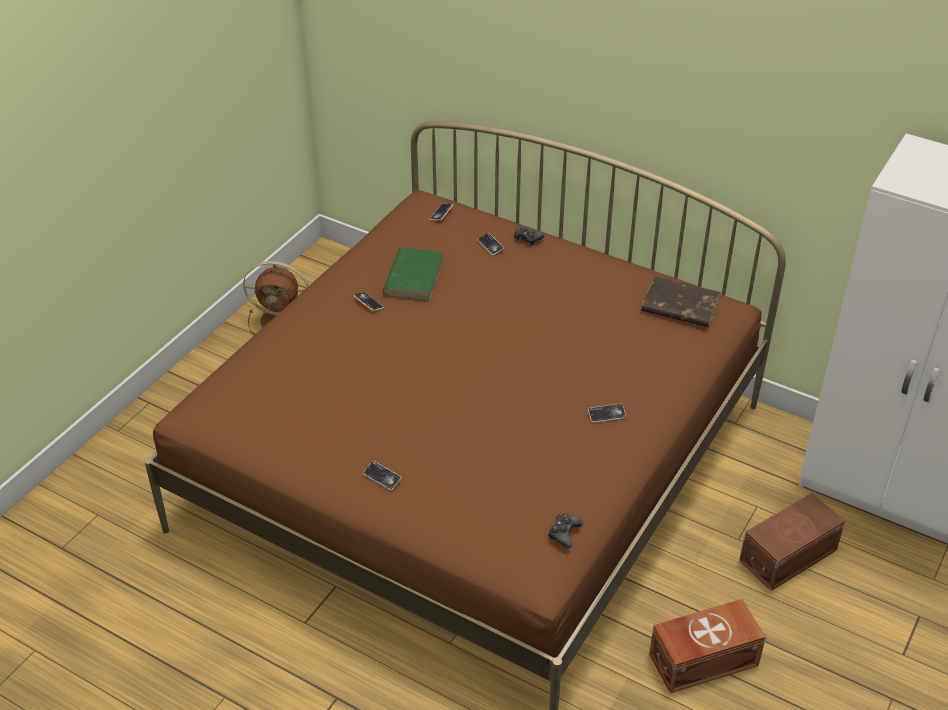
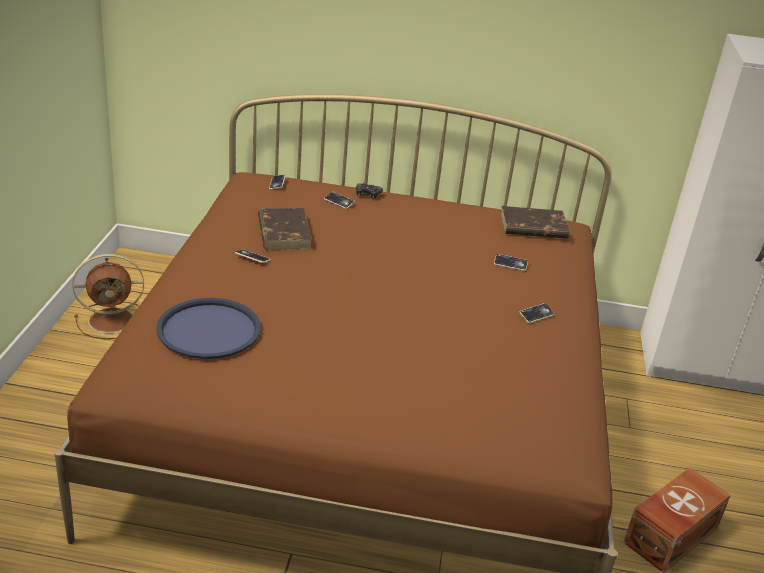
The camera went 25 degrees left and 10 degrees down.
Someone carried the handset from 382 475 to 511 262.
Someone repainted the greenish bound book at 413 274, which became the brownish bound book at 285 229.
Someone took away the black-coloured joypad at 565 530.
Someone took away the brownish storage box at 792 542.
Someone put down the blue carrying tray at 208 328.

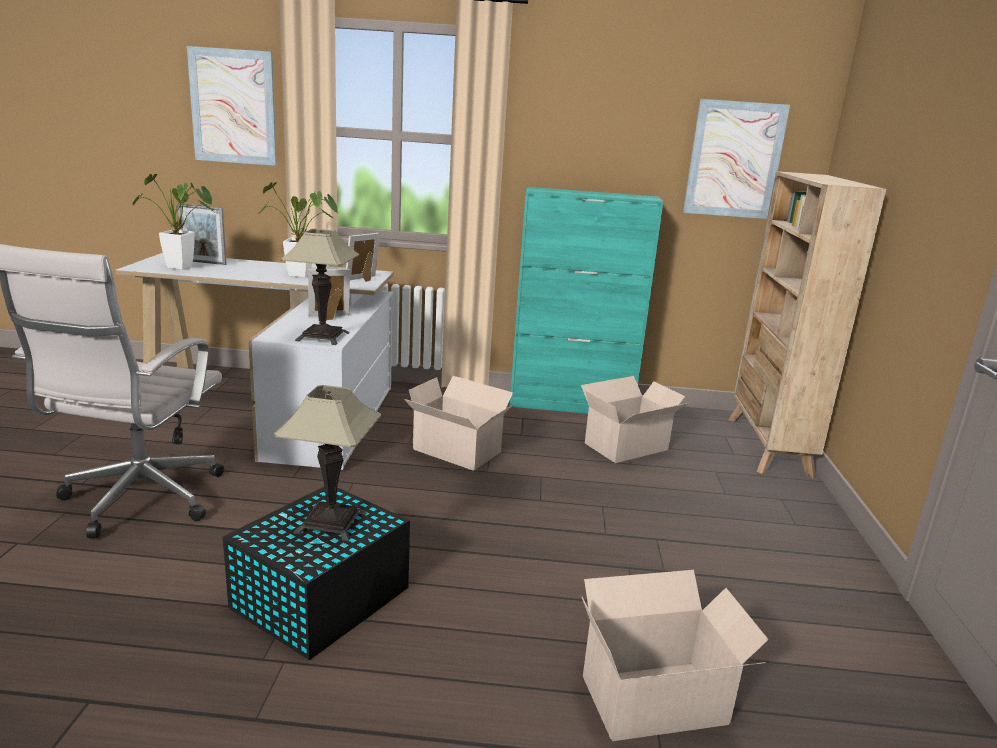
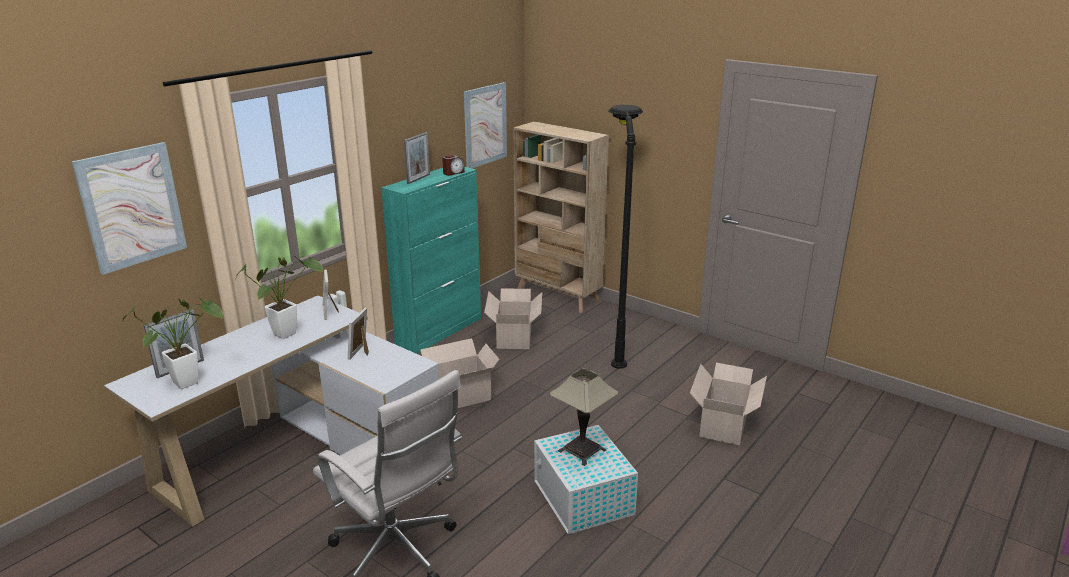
The camera went 55 degrees left and 5 degrees up.
Someone repainted the black-coloured storage box at 316 573, which became the whitish storage box at 586 479.
Someone took away the lamp for a table at 320 287.
Someone put down the standing frame at 417 158.
Someone put down the table clock at 453 165.
Someone put down the black-coloured standard lamp at 626 237.

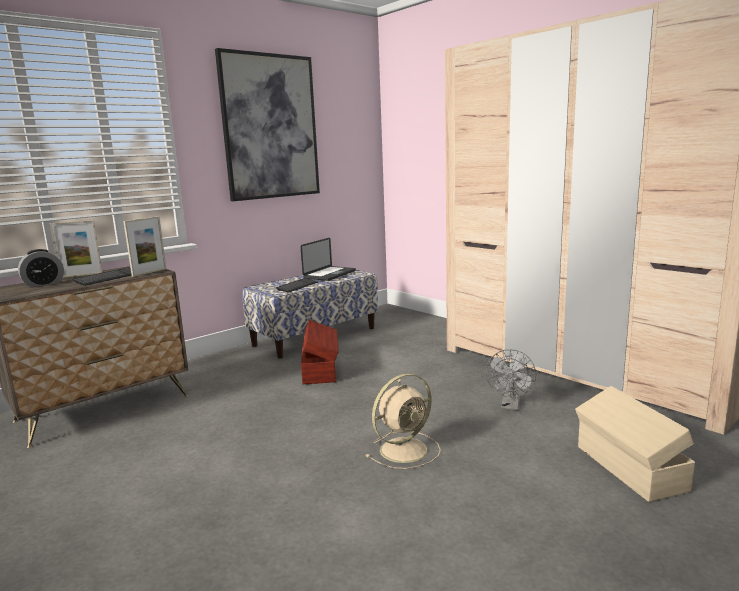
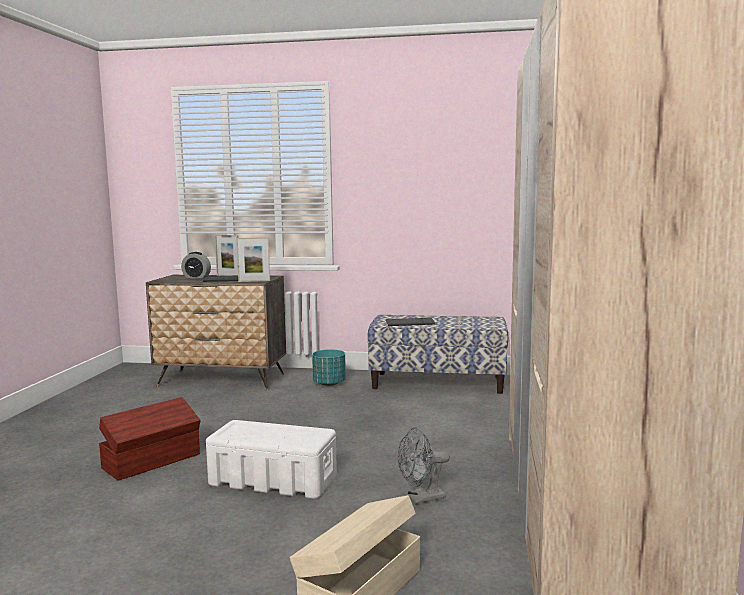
The camera went 50 degrees right and 5 degrees down.
Someone took away the wall picture at 267 124.
Someone took away the portable computer at 328 259.
Someone carried the brownish storage box from 320 352 to 149 439.
Someone swapped the sand-coloured cooling fan at 403 421 for the whitish storage box at 271 459.
Someone put down the turquoise-coloured planter at 329 367.

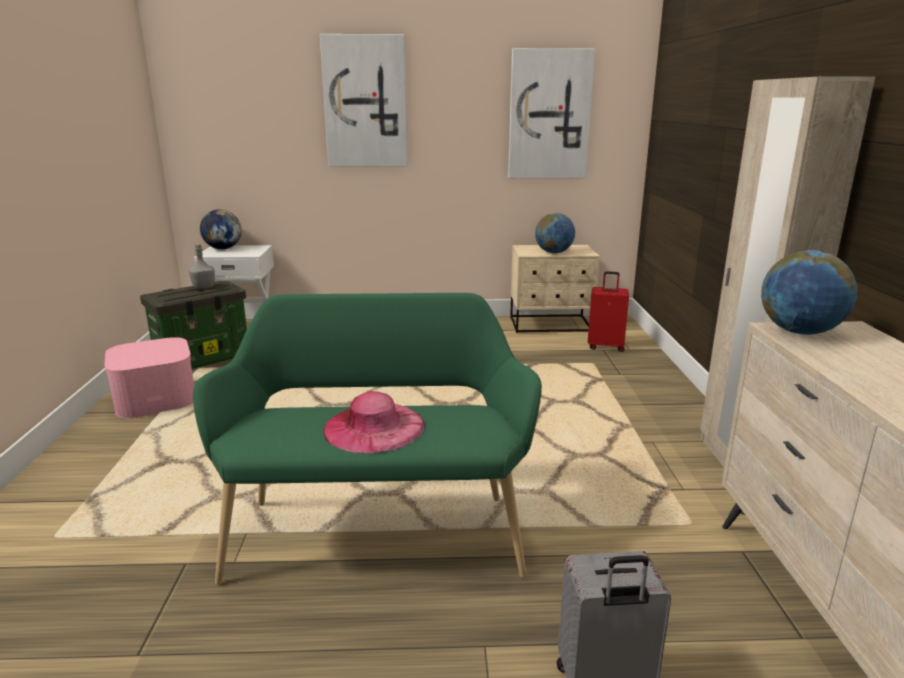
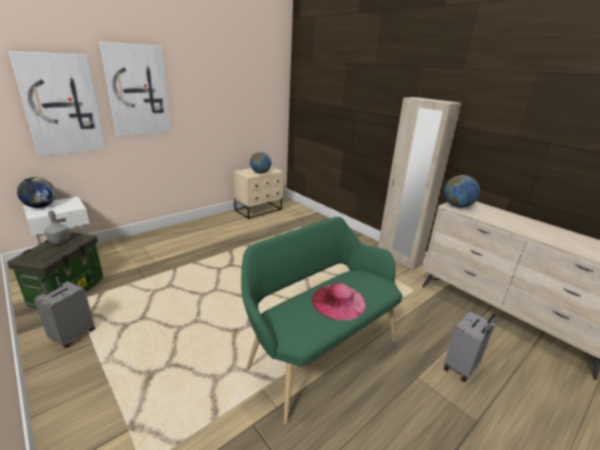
The camera went 40 degrees left and 5 degrees up.
Someone swapped the pink-coloured storage box at 149 378 for the grey suitcase at 64 310.
Someone carried the wall picture from 551 113 to 57 103.
Someone took away the red-coloured suitcase at 608 311.

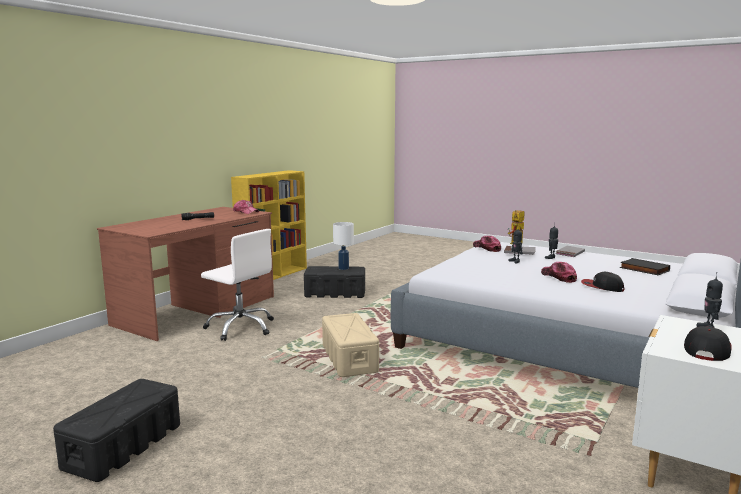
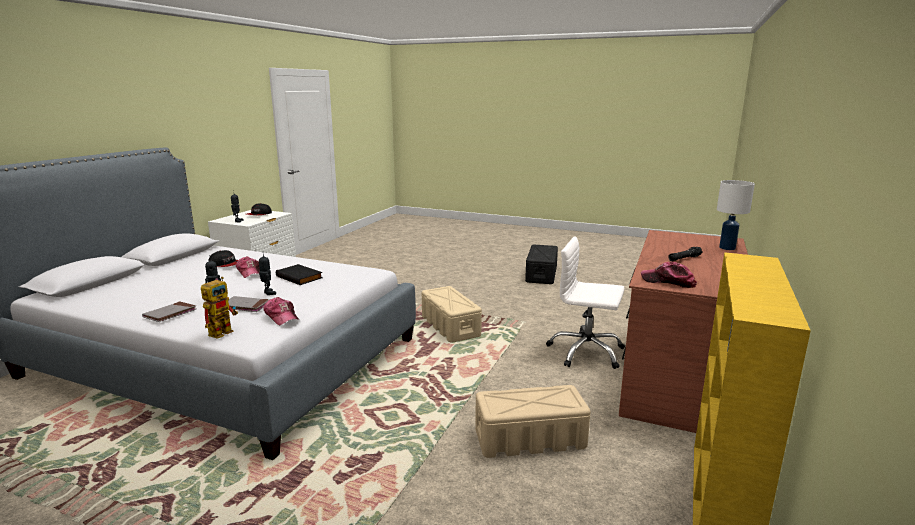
The camera went 170 degrees right and 5 degrees up.
Someone repainted the black-coloured storage box at 334 282, which became the sand-coloured storage box at 533 421.
Someone carried the whitish lamp for a table from 343 246 to 736 215.
Someone carried the black-coloured bound book from 645 266 to 299 274.

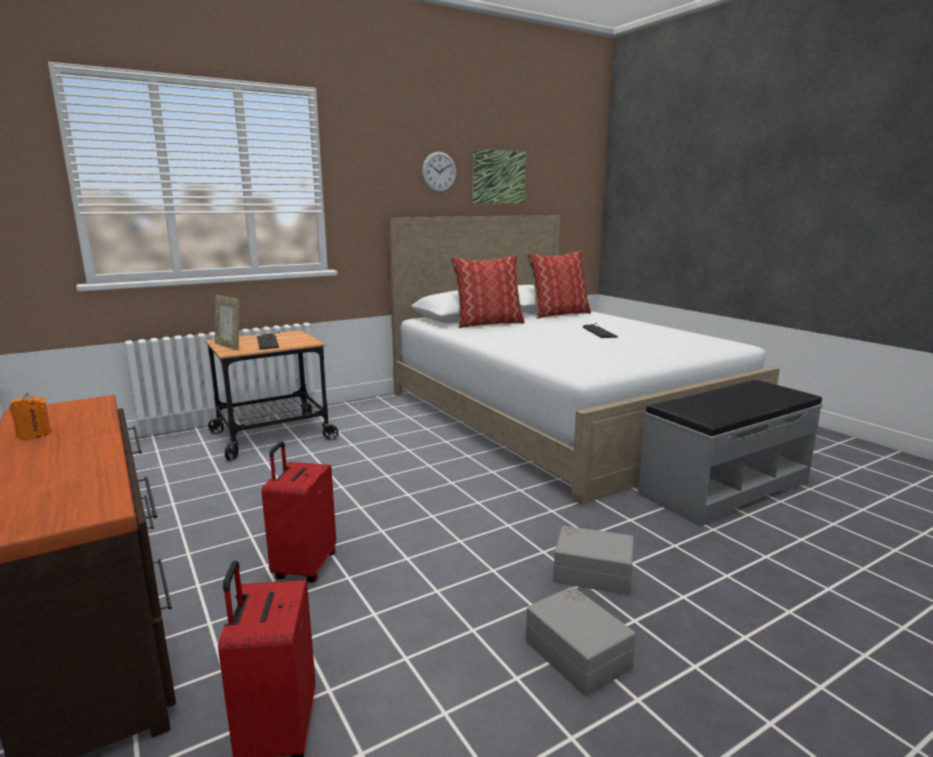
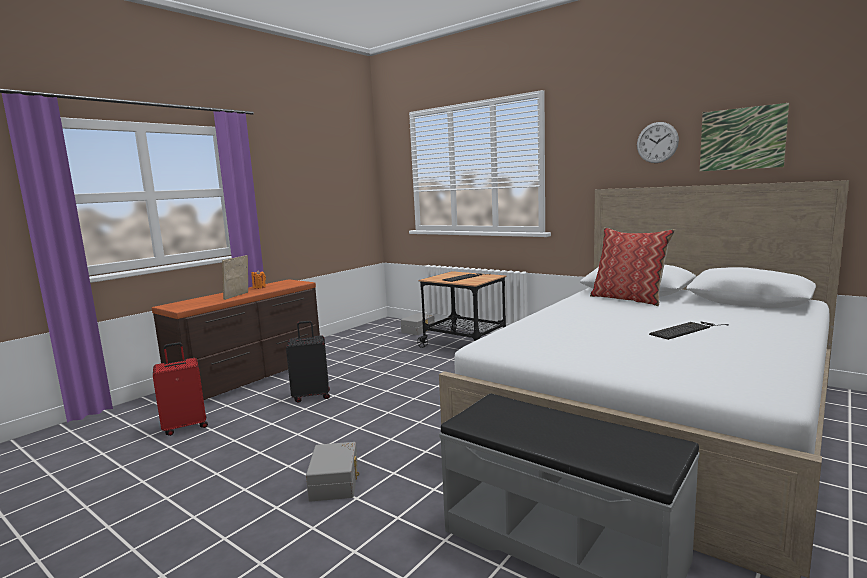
The camera went 70 degrees right and 5 degrees down.
Someone carried the standing frame from 227 322 to 235 277.
Someone repainted the red-coloured suitcase at 298 511, which became the black-coloured suitcase at 308 362.
Someone took away the pillow at 558 284.
Someone carried the grey storage box from 581 641 to 418 324.

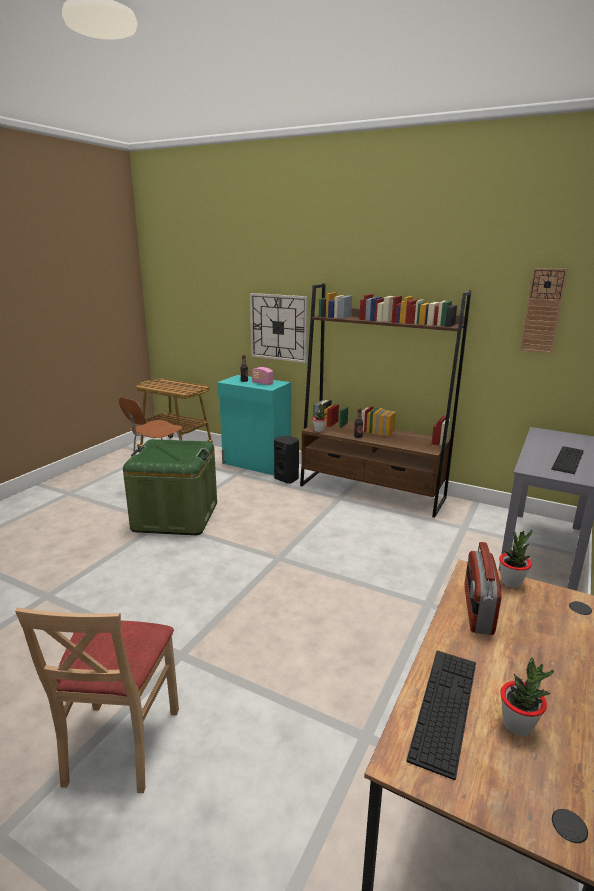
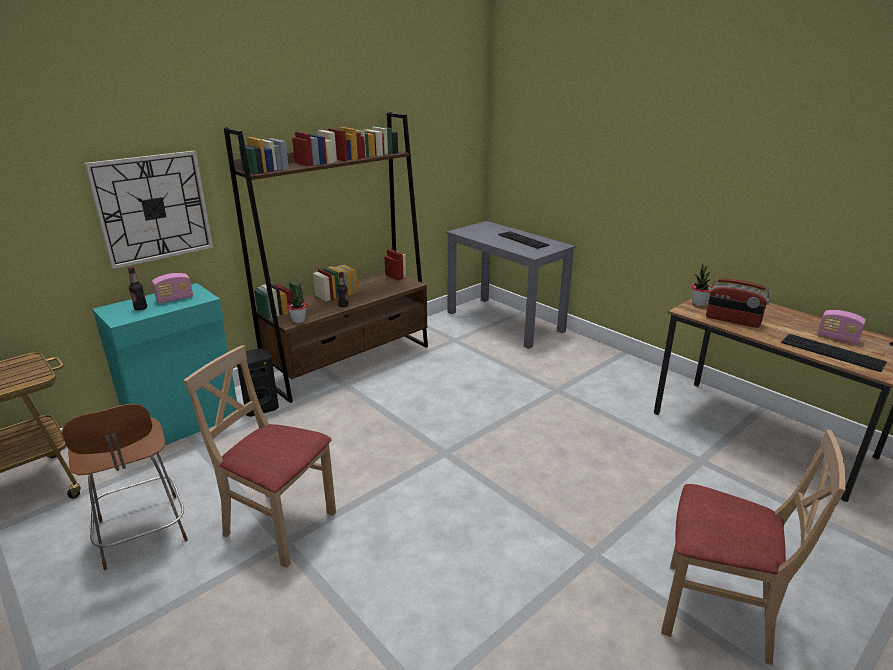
The camera went 70 degrees left and 5 degrees up.
Someone swapped the greenish storage box at 170 487 for the sand-coloured chair at 259 456.
Someone swapped the potted plant at 527 696 for the radio receiver at 841 327.
Someone took away the wall clock at 544 310.

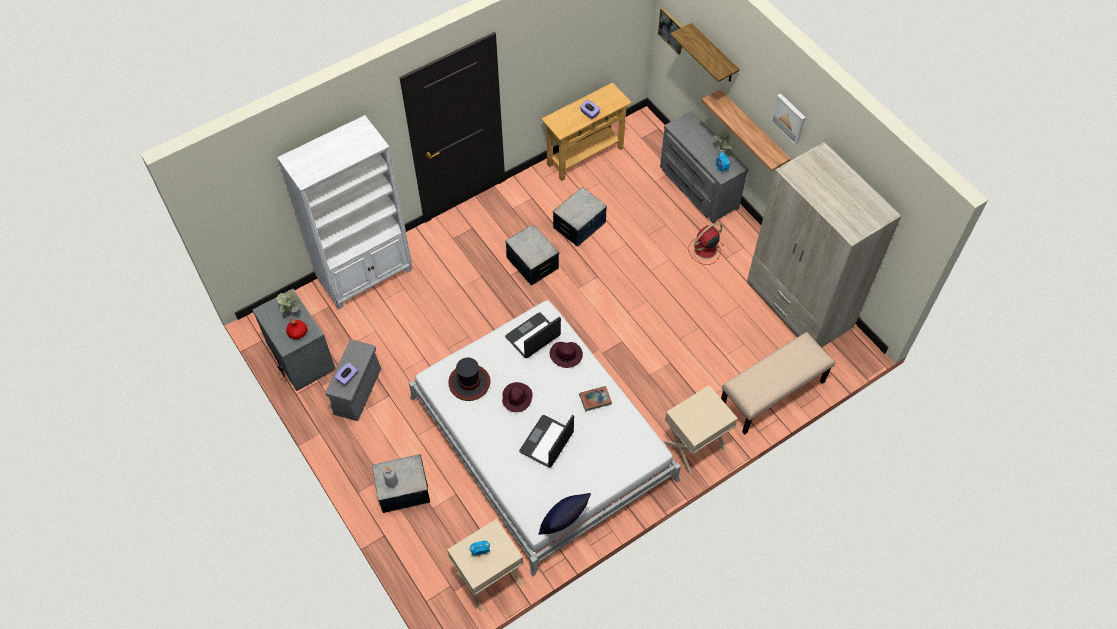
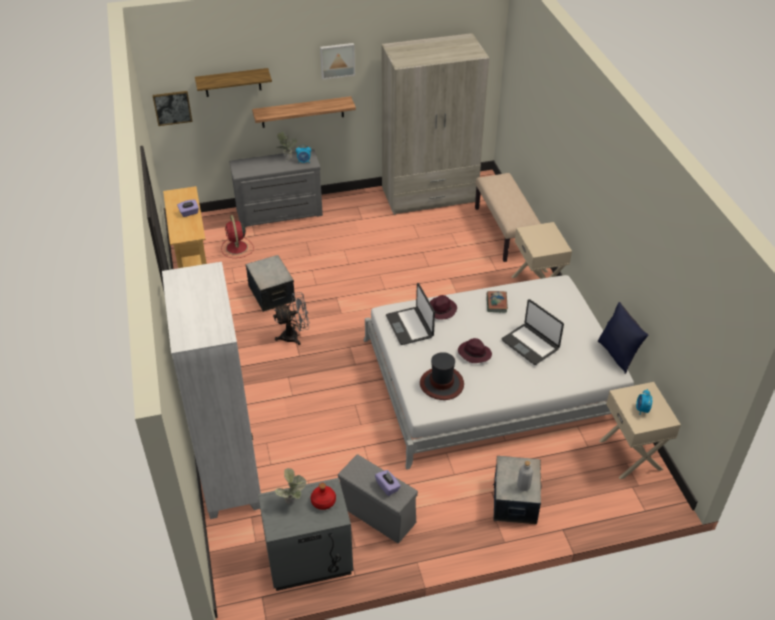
The camera went 70 degrees left and 15 degrees down.
Someone swapped the storage box at 532 255 for the grey cooling fan at 291 318.
Someone carried the red-coloured cooling fan from 706 244 to 237 236.

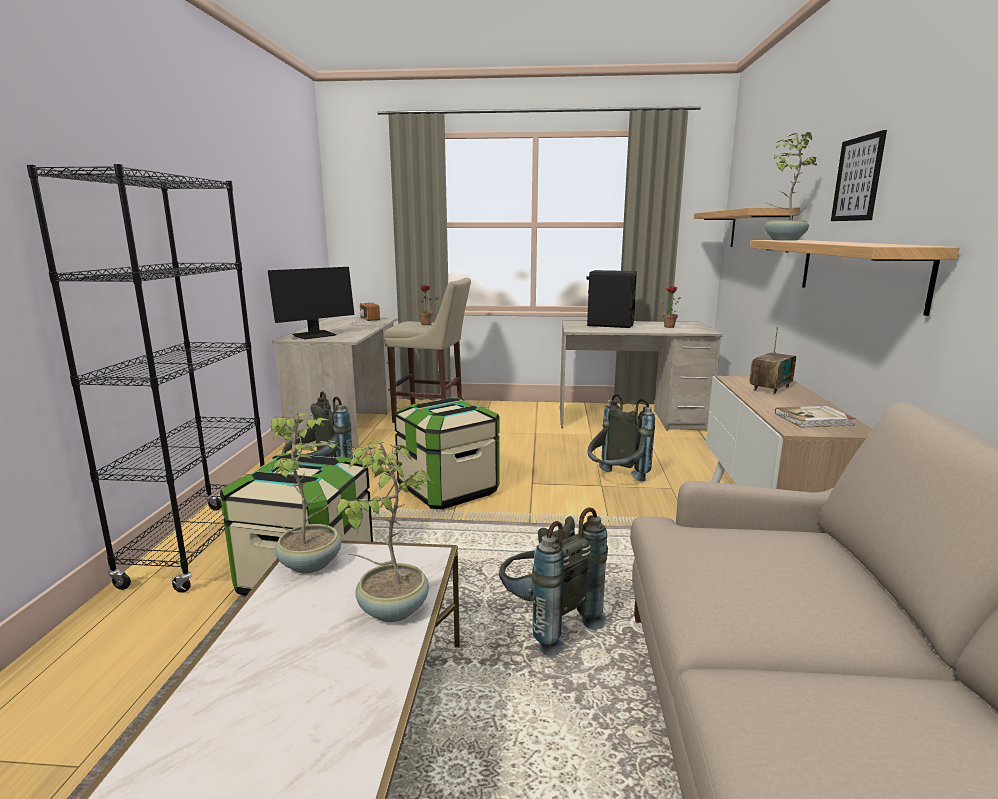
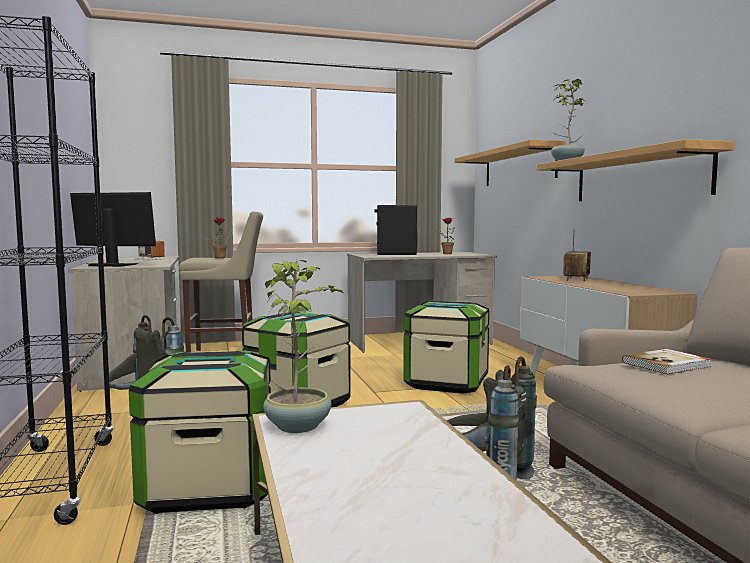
The camera went 20 degrees left and 10 degrees down.
Someone rotated the computer display at 311 303 by 105 degrees counterclockwise.
Someone took away the potted plant at 385 531.
Someone swapped the grey rucksack at 621 438 for the storage box at 446 347.
Someone carried the bound book from 815 417 to 667 362.
Someone took away the wall picture at 859 175.

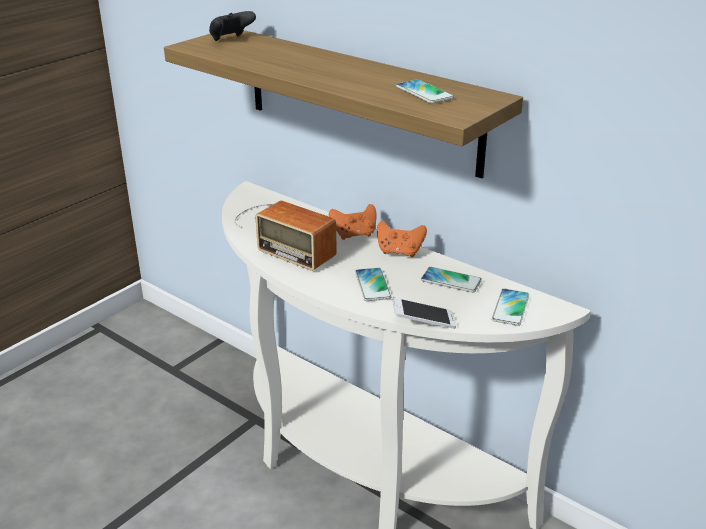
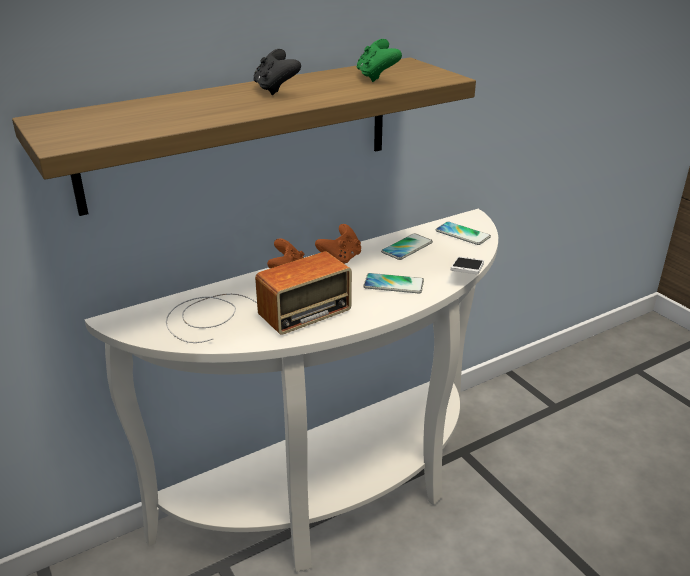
The camera went 70 degrees left and 0 degrees up.
Someone carried the black-coloured joypad from 232 26 to 277 72.
Someone swapped the handset at 425 91 for the greenish joypad at 379 60.

